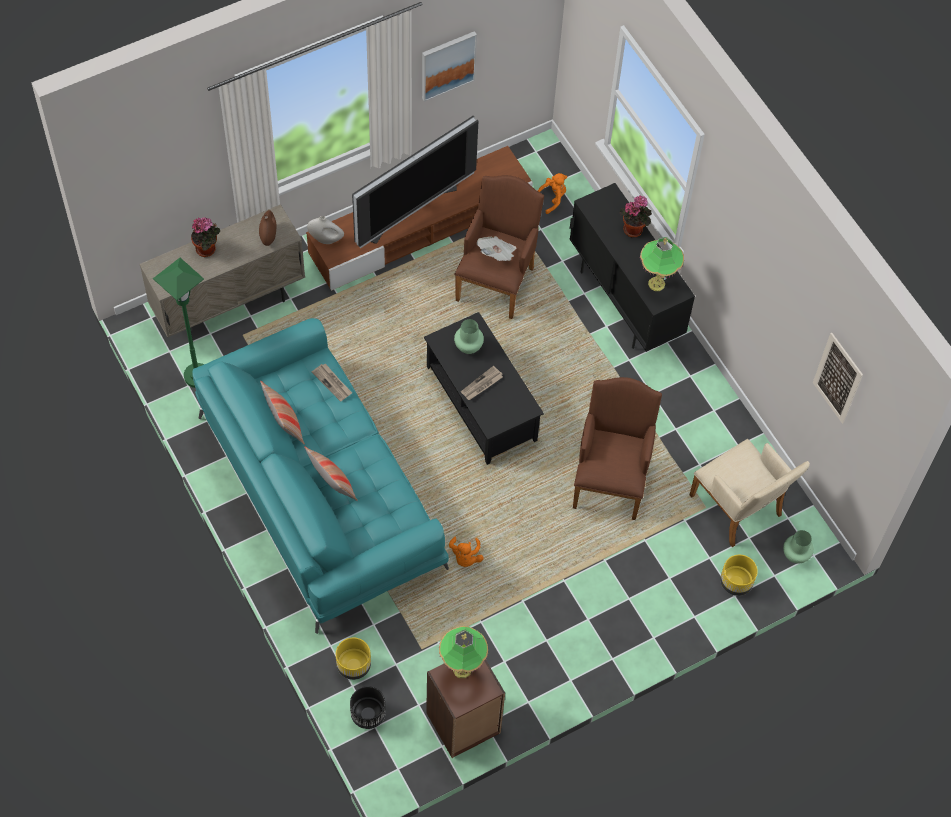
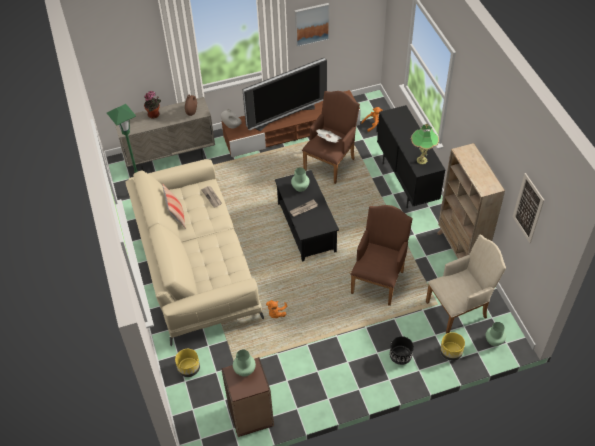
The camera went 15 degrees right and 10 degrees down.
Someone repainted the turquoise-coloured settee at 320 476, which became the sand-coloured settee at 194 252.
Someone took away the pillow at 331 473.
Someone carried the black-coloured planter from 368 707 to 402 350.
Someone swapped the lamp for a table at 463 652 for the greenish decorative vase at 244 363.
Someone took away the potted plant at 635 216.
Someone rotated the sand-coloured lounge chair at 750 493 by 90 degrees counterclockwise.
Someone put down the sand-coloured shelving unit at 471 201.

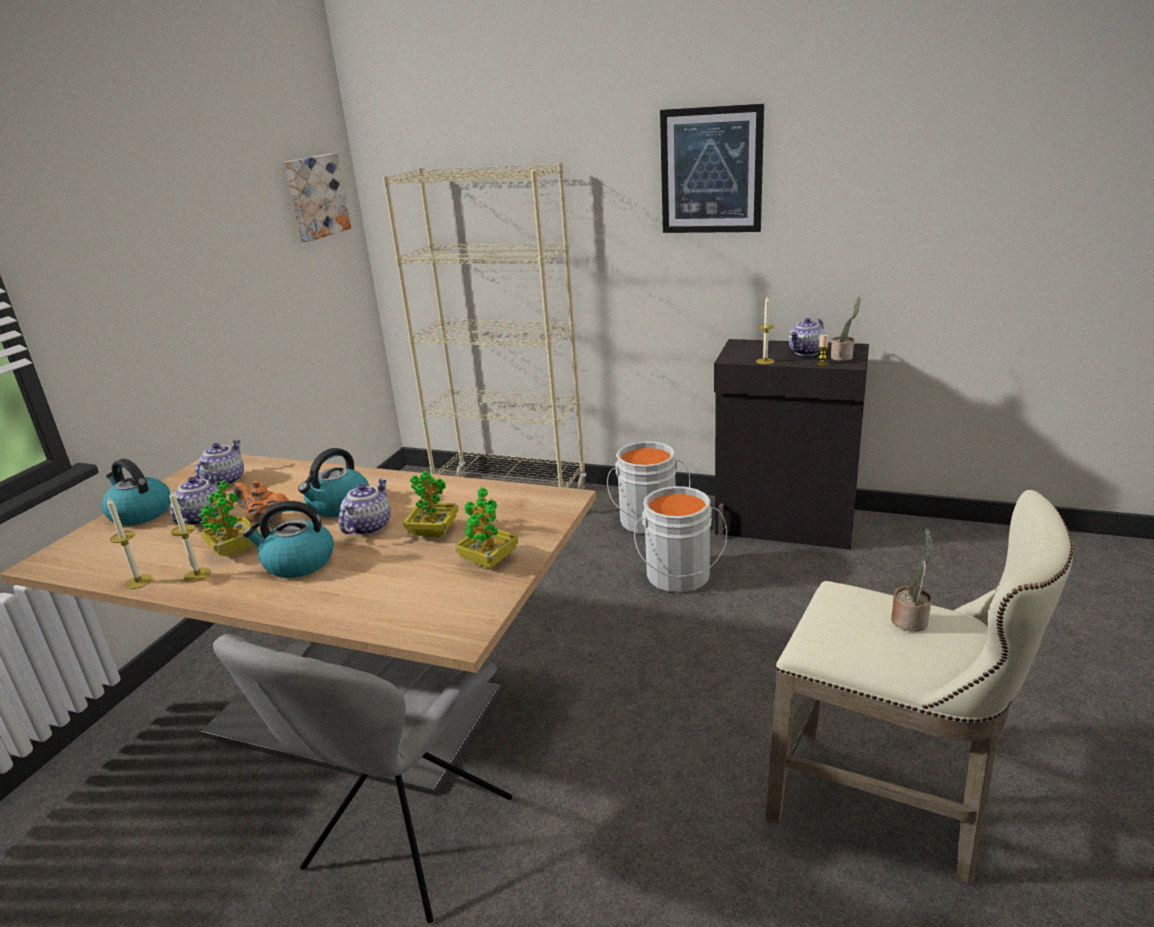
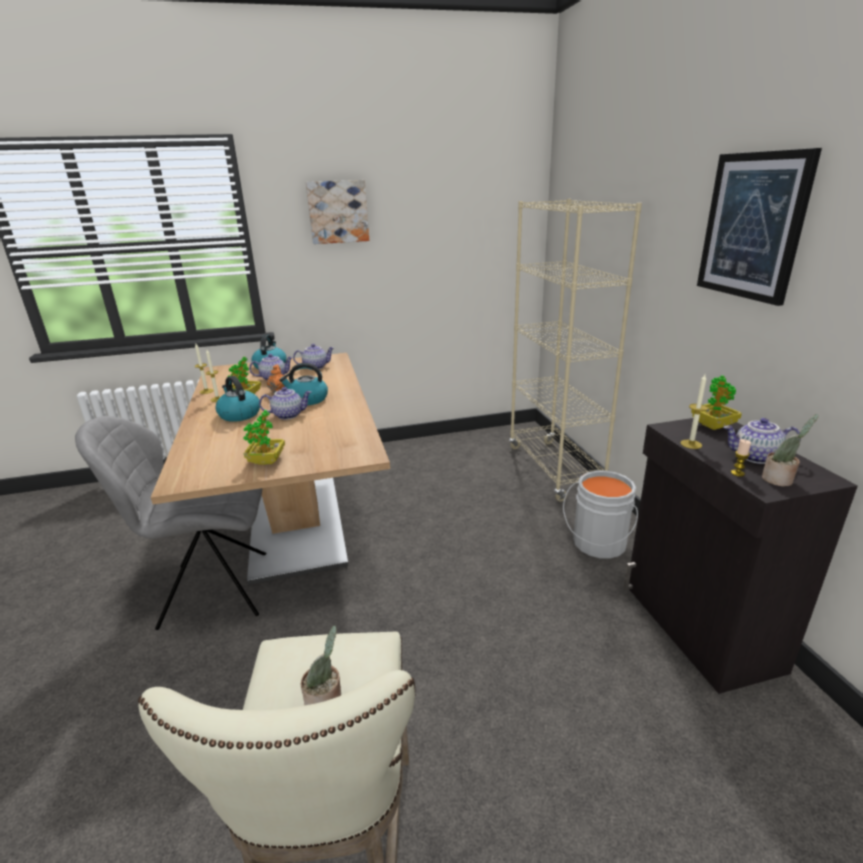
The camera went 55 degrees right and 0 degrees up.
Someone carried the wall picture from 317 197 to 337 212.
Someone carried the potted plant from 431 504 to 716 402.
Someone took away the grey water bucket at 680 539.

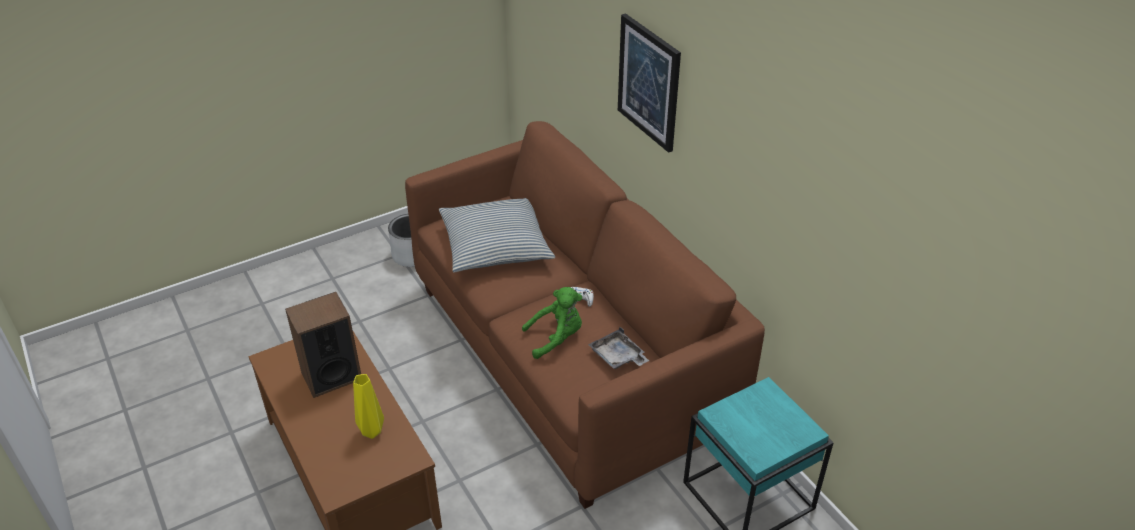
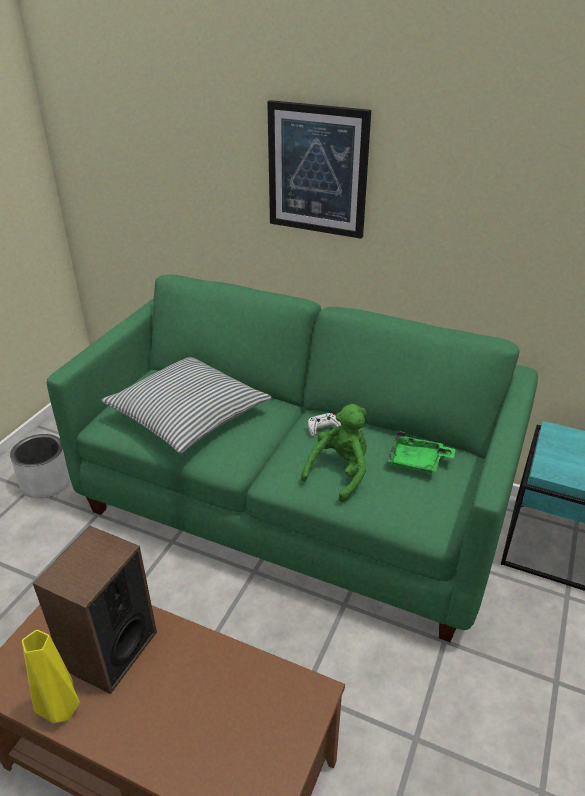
The camera went 35 degrees left and 5 degrees down.
Someone carried the yellow decorative vase from 368 406 to 51 676.
Someone repainted the brownish settee at 585 315, which became the greenish settee at 292 458.
Someone repainted the grey carrying tray at 618 348, which became the greenish carrying tray at 421 452.

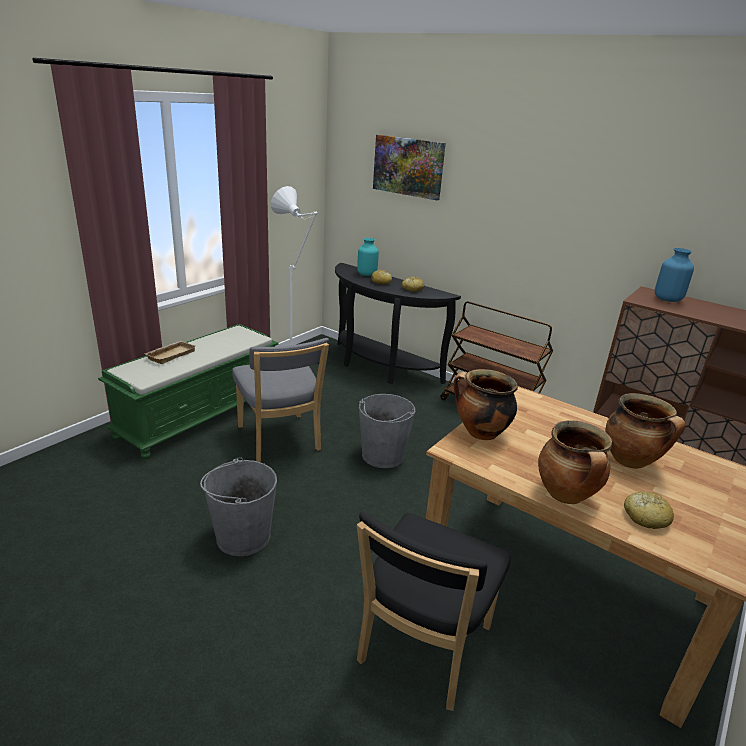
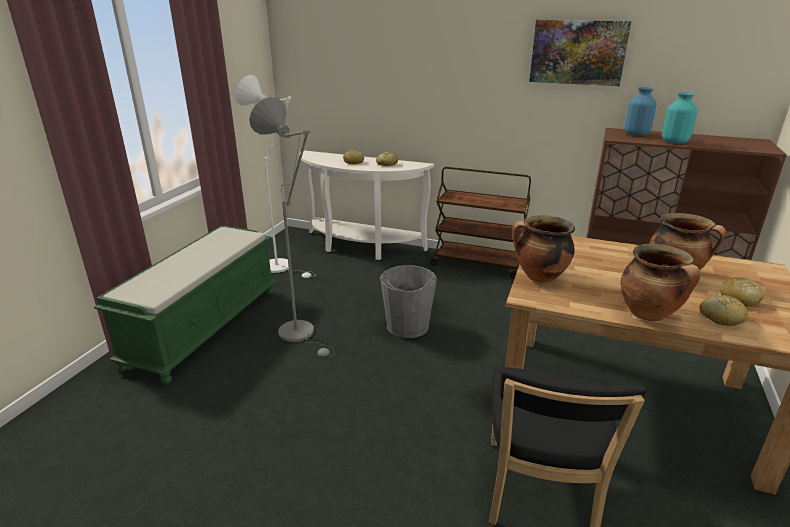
The camera went 15 degrees left and 0 degrees up.
Someone took away the sand-coloured carrying tray at 170 352.
Someone took away the grey water bucket at 238 507.
Someone swapped the grey chair at 280 400 for the grey standard lamp at 292 227.
Someone repainted the black-coloured hall table at 398 323, which became the whitish hall table at 366 205.
Someone carried the turquoise-coloured decorative vase from 368 257 to 680 118.
Someone carried the wall picture from 409 167 to 580 53.
Someone put down the baked bread at 742 292.

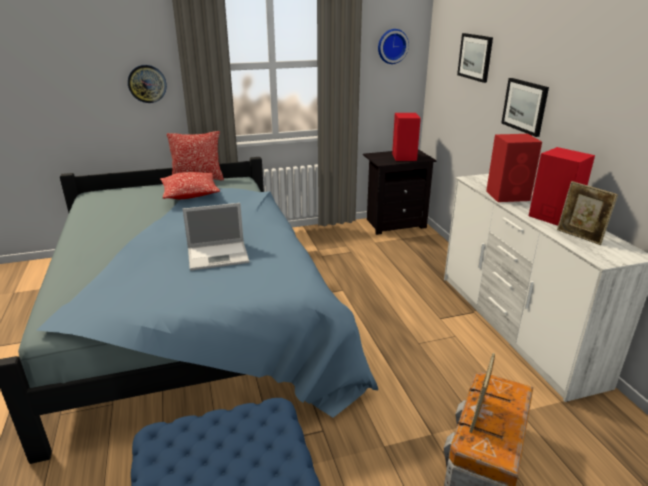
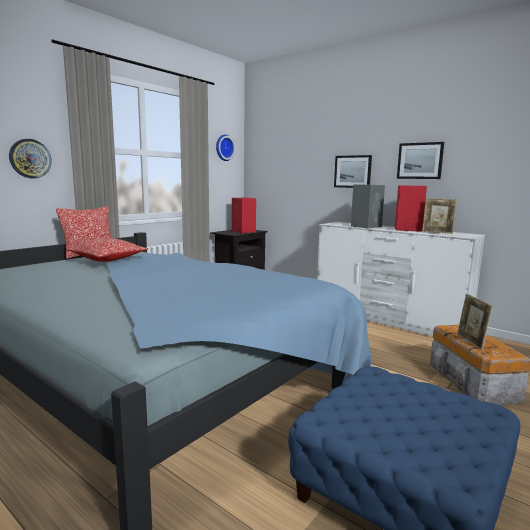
The camera went 35 degrees left and 15 degrees down.
Someone took away the portable computer at 216 237.
Someone carried the wall picture from 475 58 to 420 160.
Someone repainted the red-coloured loudspeaker at 514 168, which became the grey loudspeaker at 368 206.

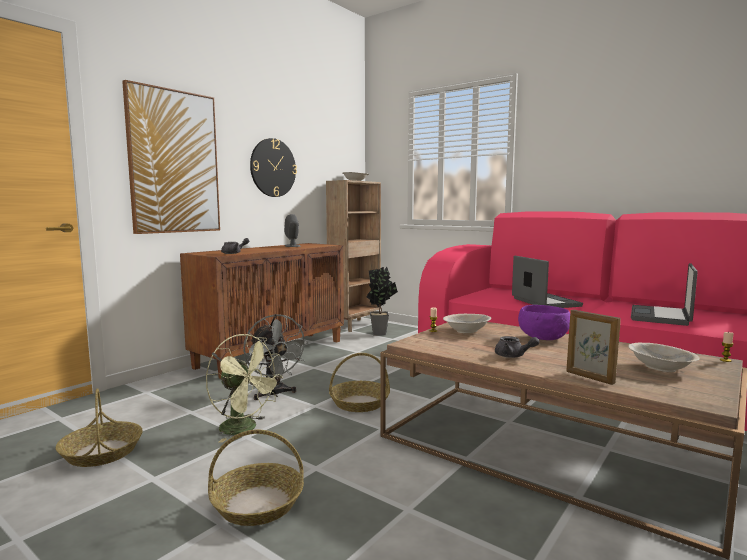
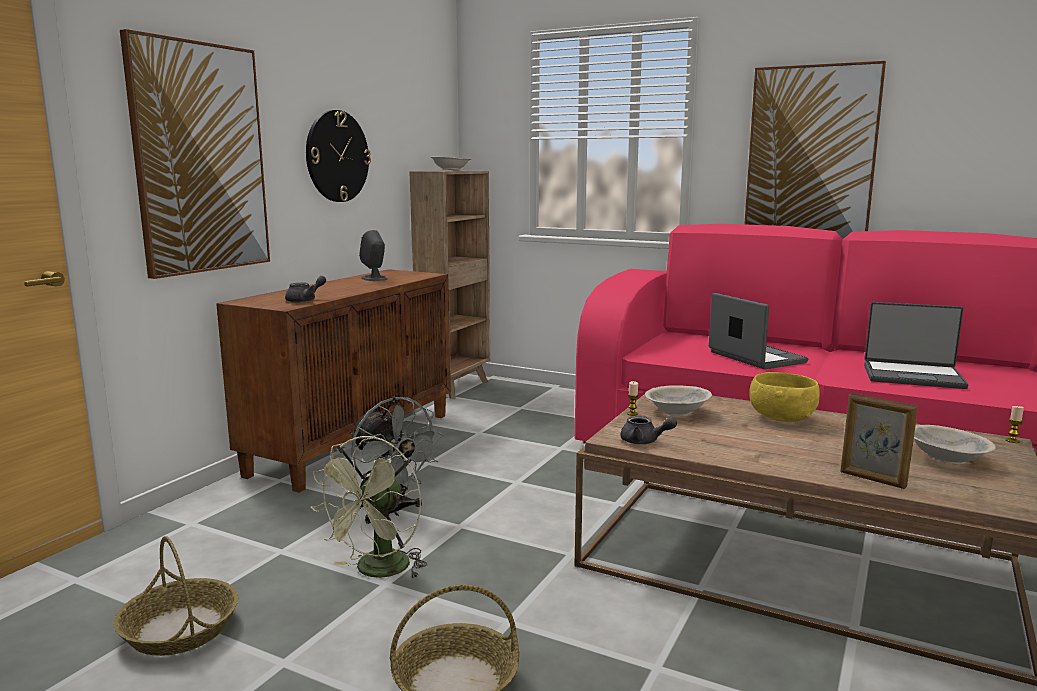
The camera went 10 degrees left and 5 degrees up.
Someone rotated the greenish cooling fan at 244 388 by 90 degrees clockwise.
Someone took away the storage basket at 359 382.
Someone took away the potted plant at 382 301.
Someone carried the grey pot for tea from 517 347 to 648 430.
Someone repainted the purple serving bowl at 544 322, which became the yellow serving bowl at 784 397.
Someone rotated the portable computer at 664 294 by 90 degrees counterclockwise.
Someone put up the wall picture at 815 150.

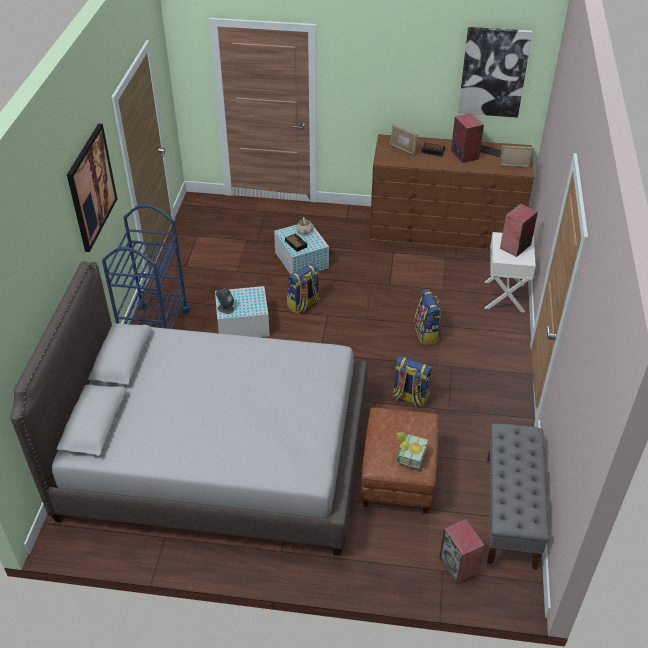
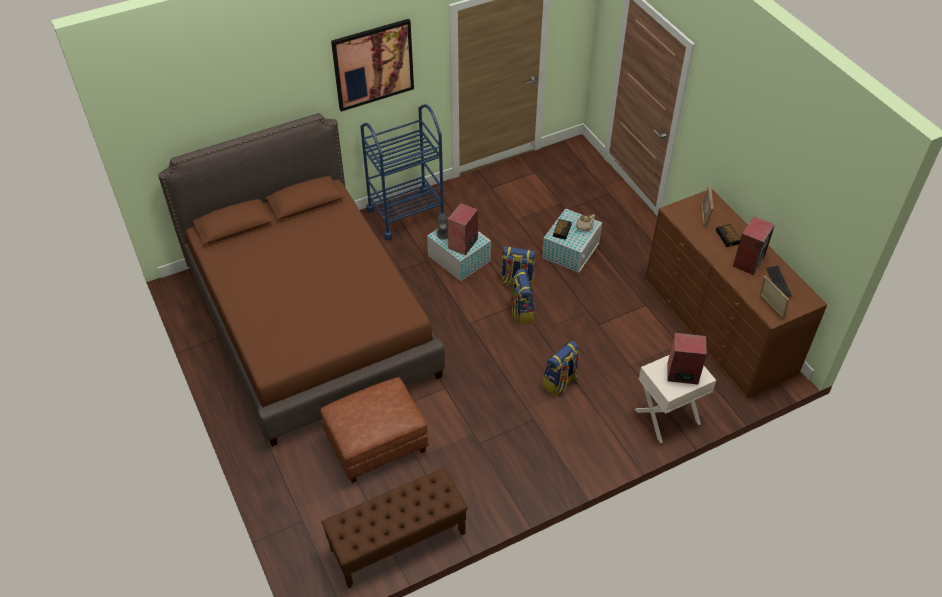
The camera went 55 degrees right and 5 degrees up.
Someone repainted the grey sleeping bed at 189 408, which became the brownish sleeping bed at 301 280.
Someone carried the rucksack from 412 381 to 522 296.
Someone took away the bound book at 412 450.
Someone carried the loudspeaker from 462 551 to 463 229.
Someone took away the wall picture at 495 72.
Someone repainted the grey bench at 518 496, which became the brownish bench at 395 528.

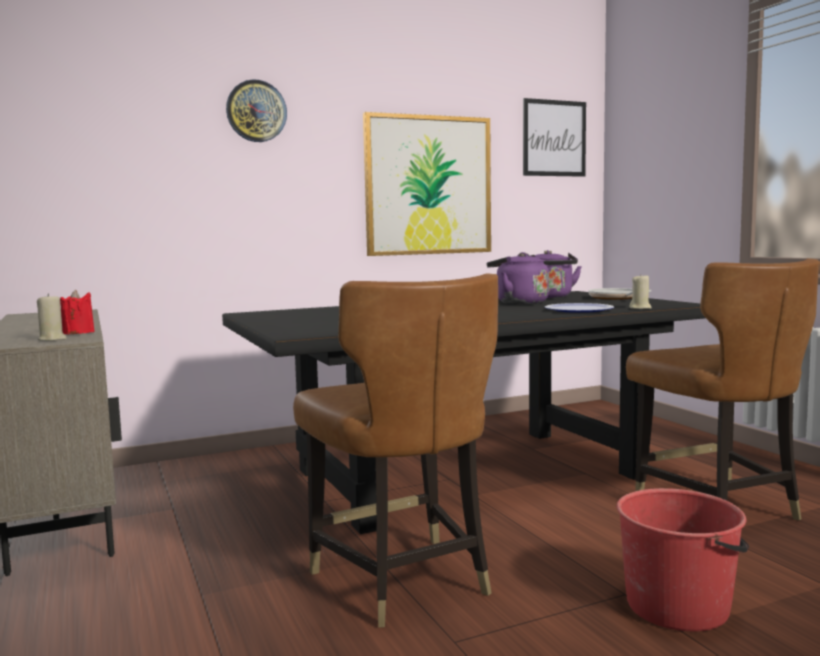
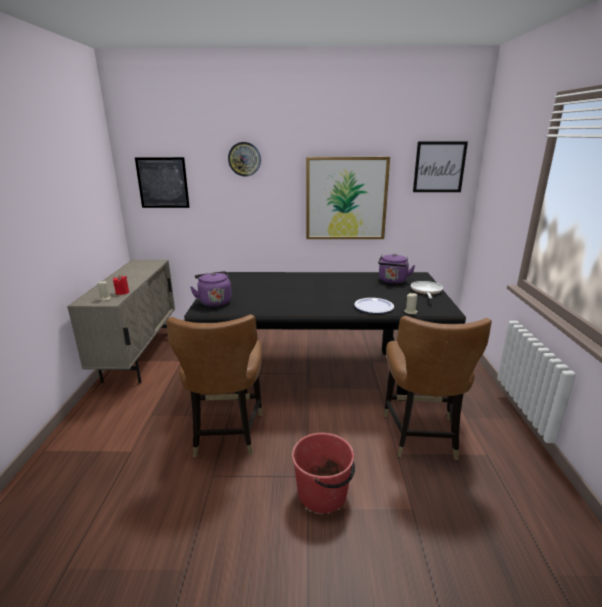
The camera went 25 degrees right and 15 degrees up.
Someone carried the purple tea kettle from 518 278 to 211 289.
Someone put up the wall picture at 162 182.

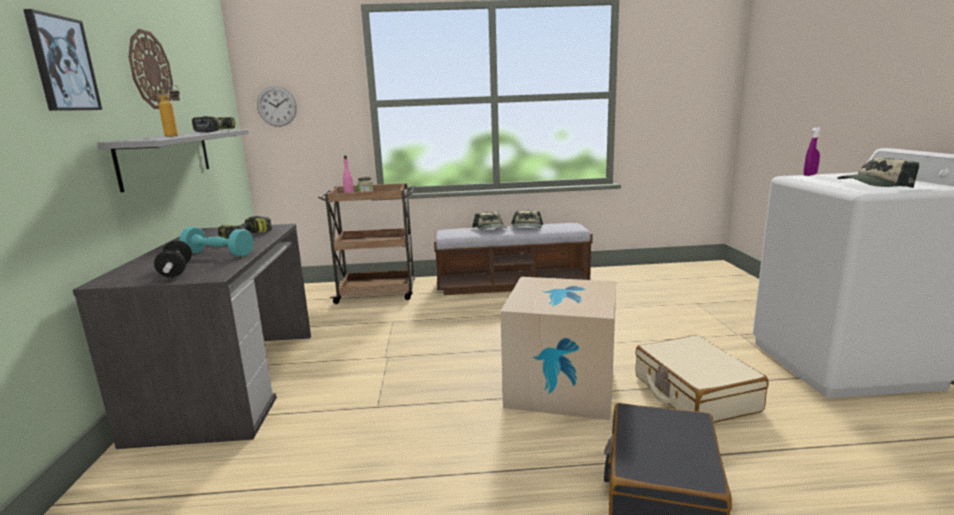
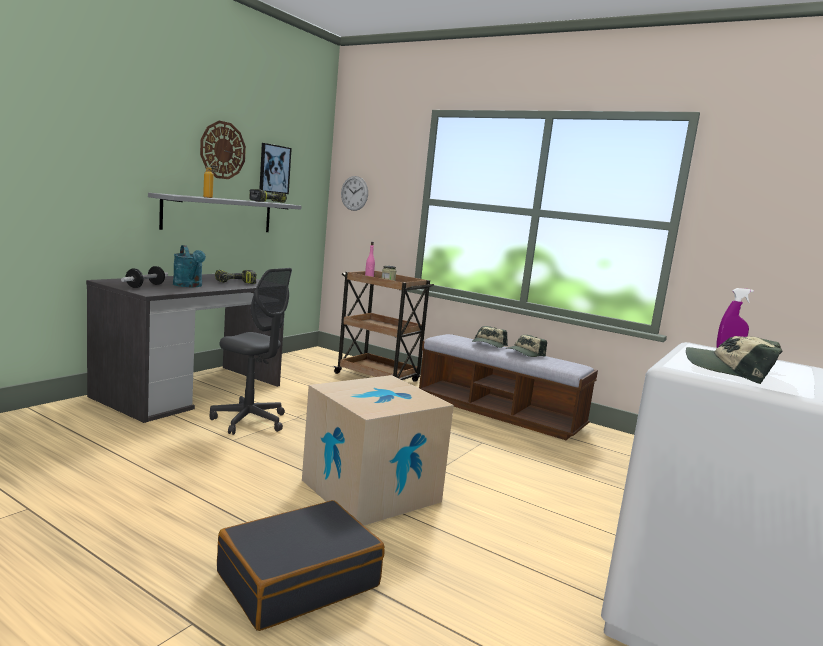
The camera went 35 degrees right and 5 degrees down.
Someone carried the wall picture from 62 60 to 275 168.
Someone swapped the turquoise-coloured dumbbell at 216 242 for the turquoise-coloured watering can at 189 266.
Someone took away the sand-coloured suitcase at 702 379.
Someone put down the grey office chair at 250 351.

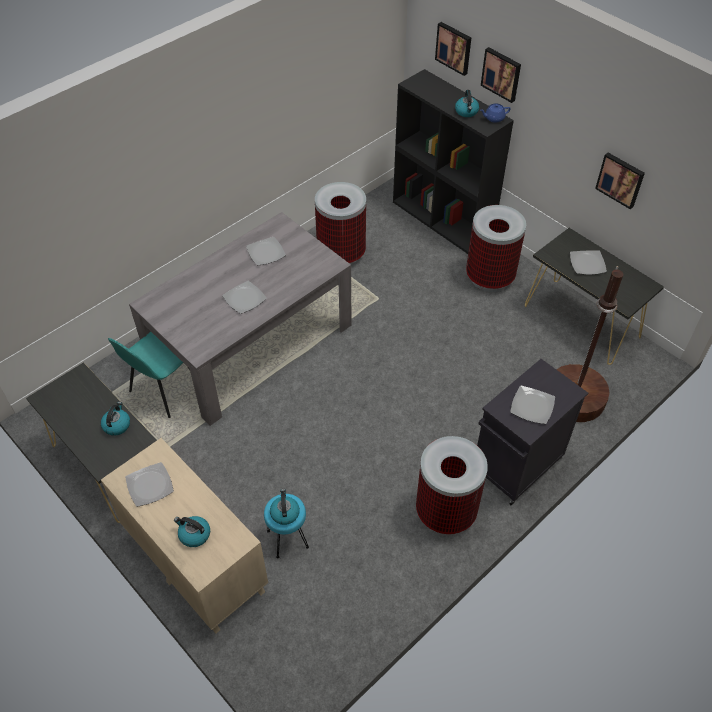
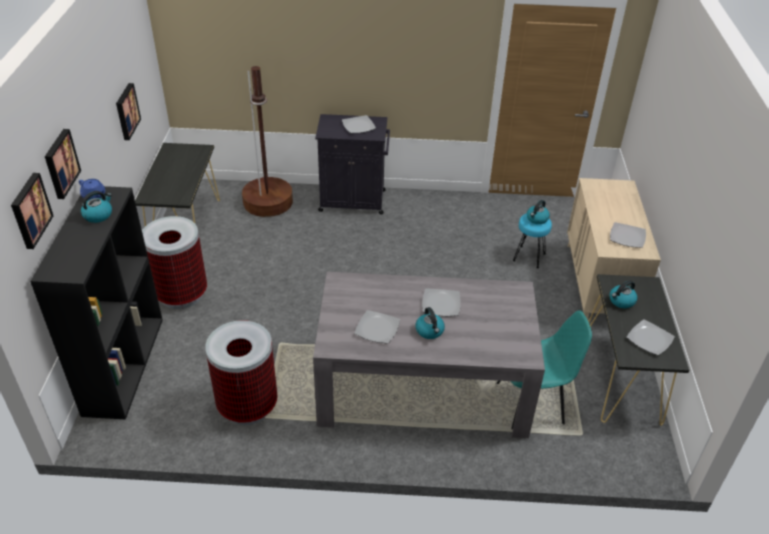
The camera went 135 degrees left and 10 degrees down.
Someone carried the tea kettle from 192 531 to 430 323.
Someone took away the trash can at 452 485.
Someone carried the plate from 588 262 to 651 337.

